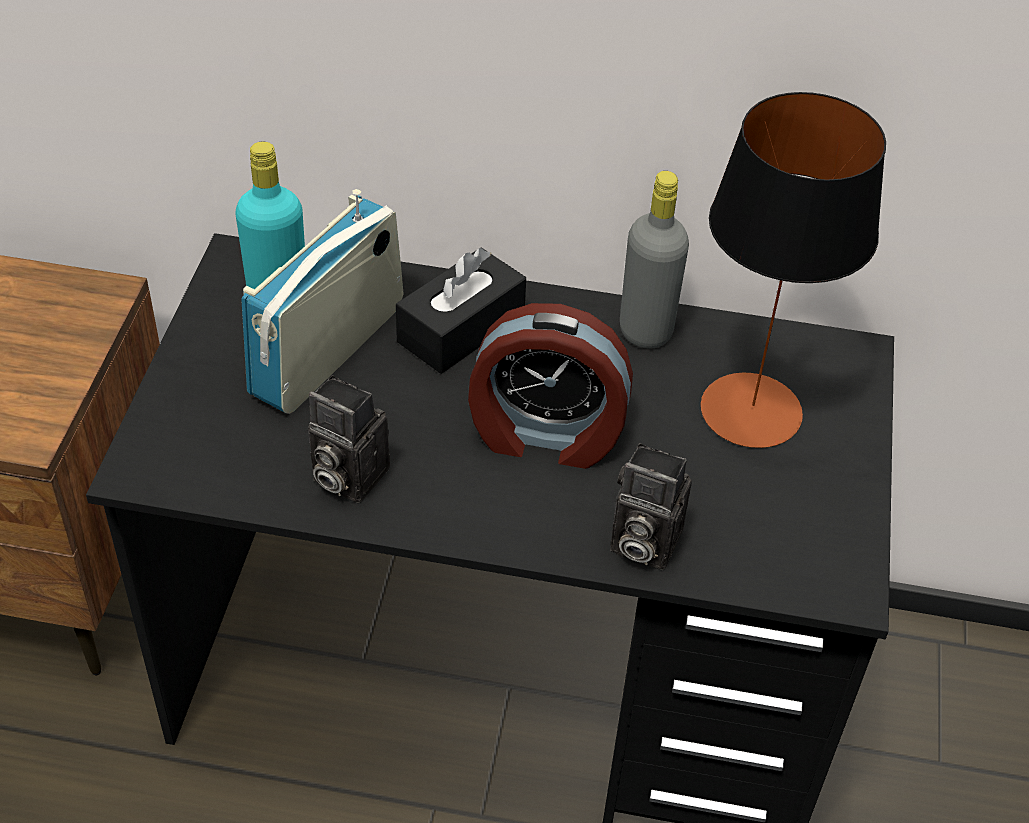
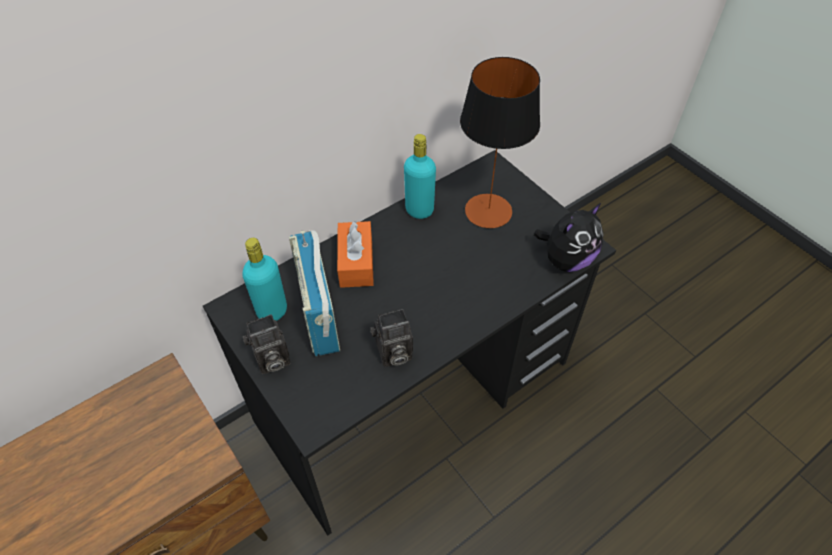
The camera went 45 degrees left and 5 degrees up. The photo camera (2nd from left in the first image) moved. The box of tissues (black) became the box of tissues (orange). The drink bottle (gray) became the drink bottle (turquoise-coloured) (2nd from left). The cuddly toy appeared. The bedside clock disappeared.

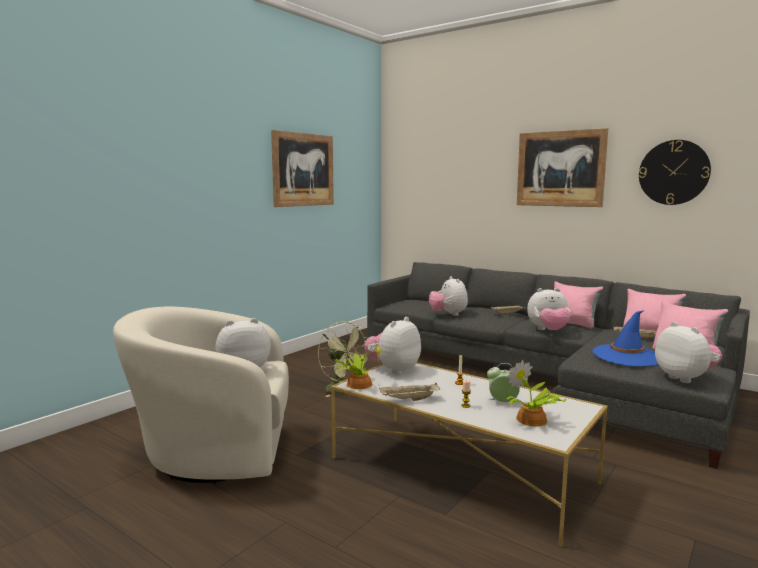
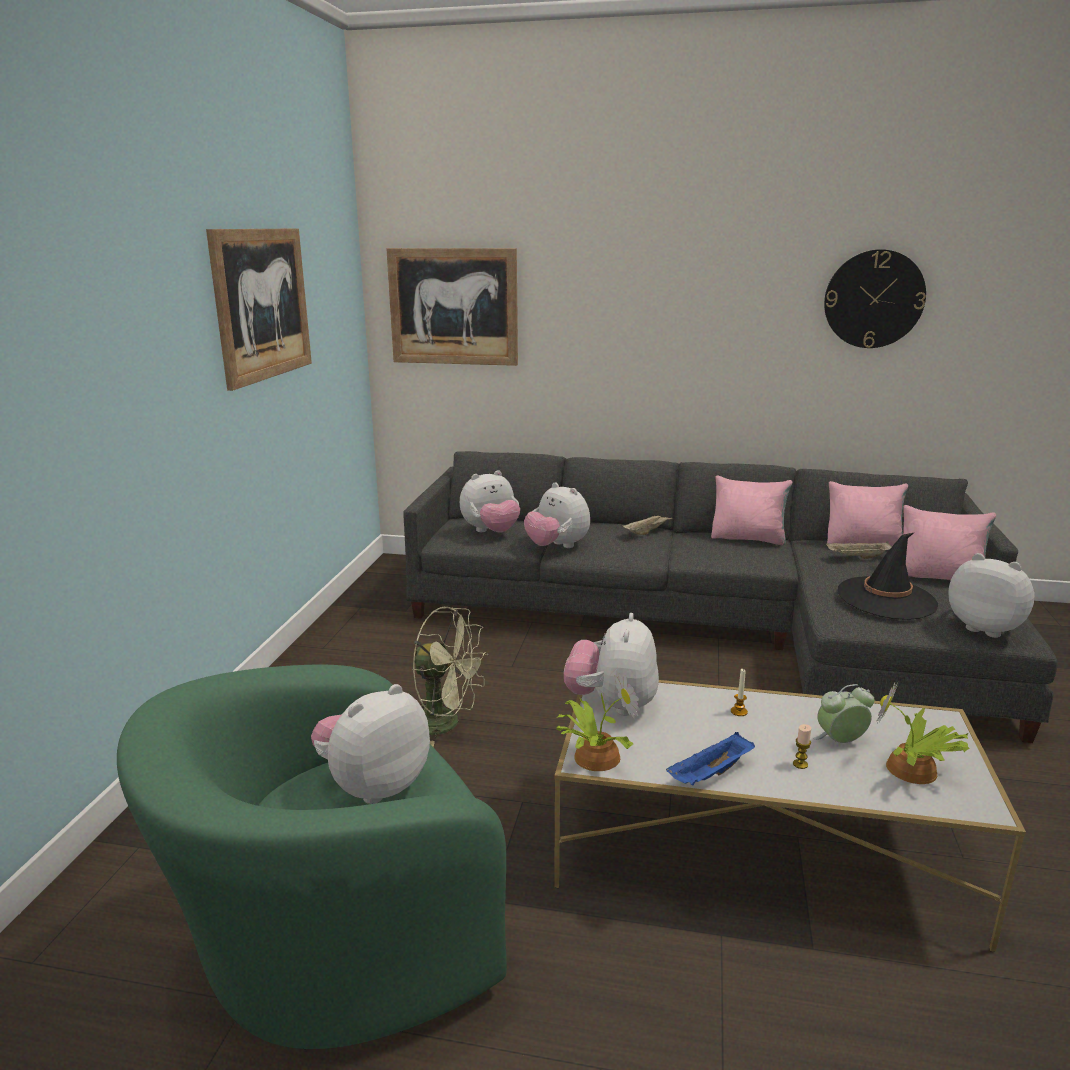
The camera went 25 degrees left and 10 degrees up. The armchair (beige-coloured) became the armchair (green). The wall picture (2nd from left) moved. The cuddly toy (4th from left in the first image) moved. The carrying tray (beige-coloured) (1st from left) became the carrying tray (bluish). The clothing hat (bluish) became the clothing hat (black).

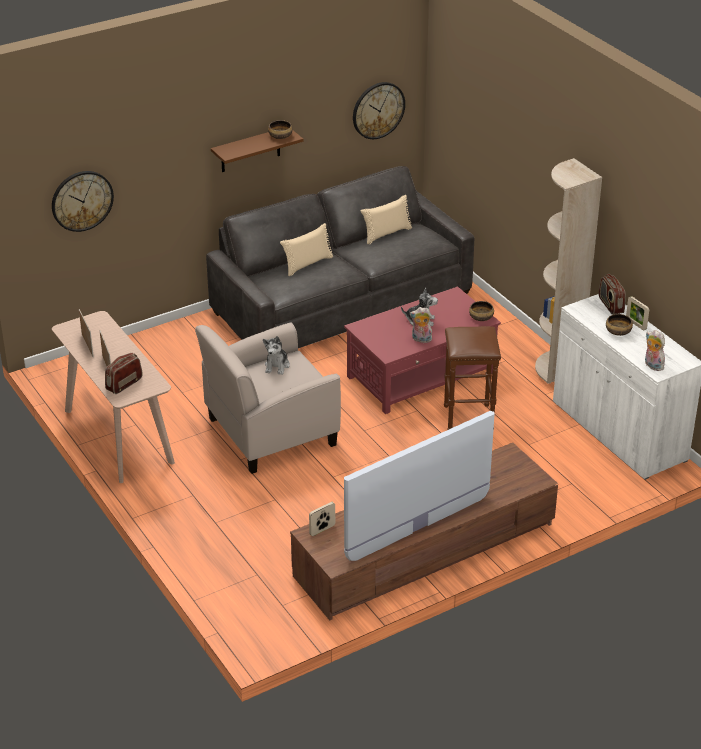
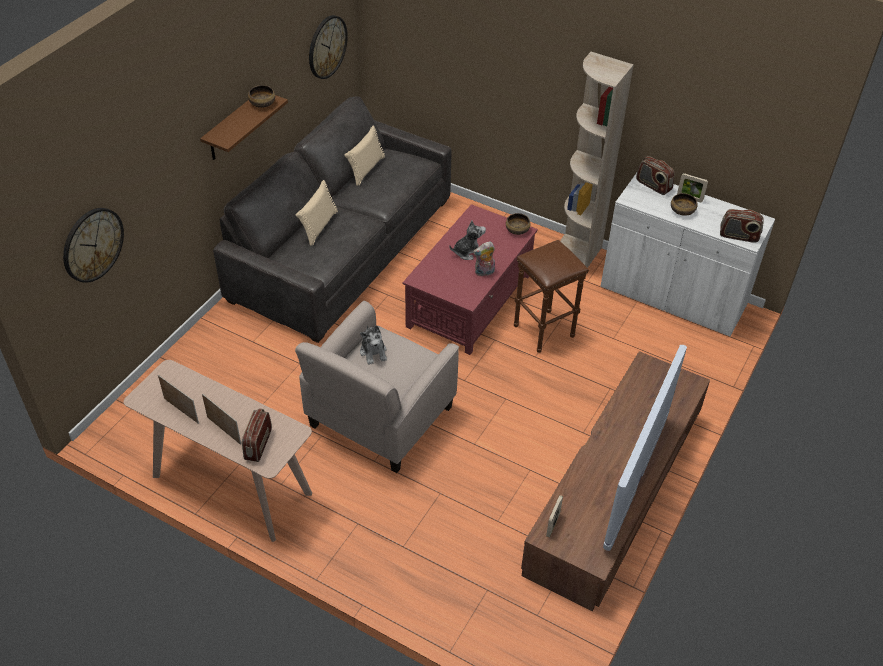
The camera went 30 degrees left and 10 degrees up. The cuddly toy (4th from left) was replaced by the radio set (3rd from left).

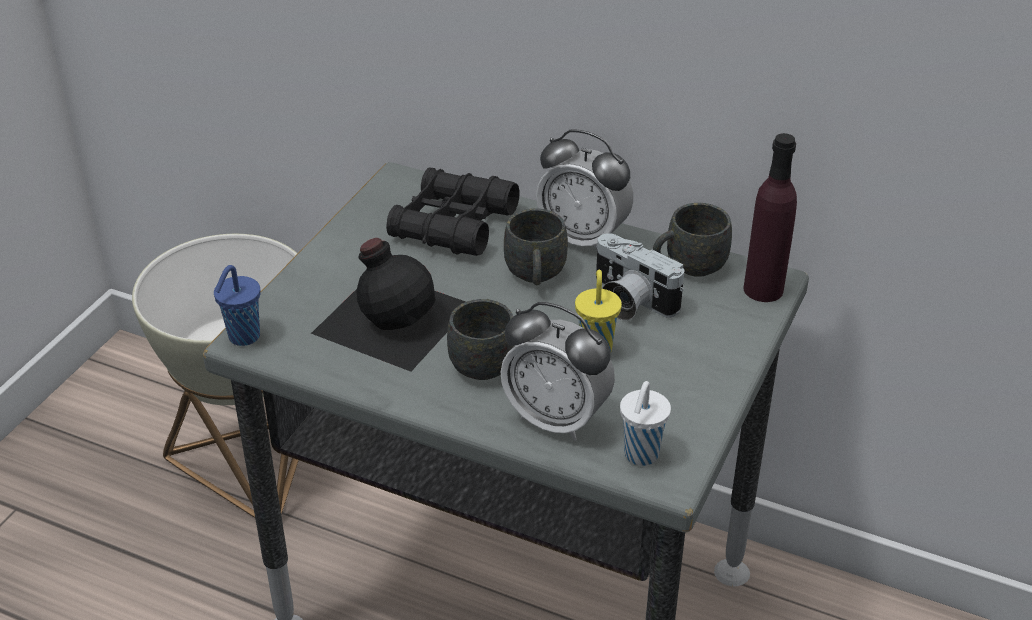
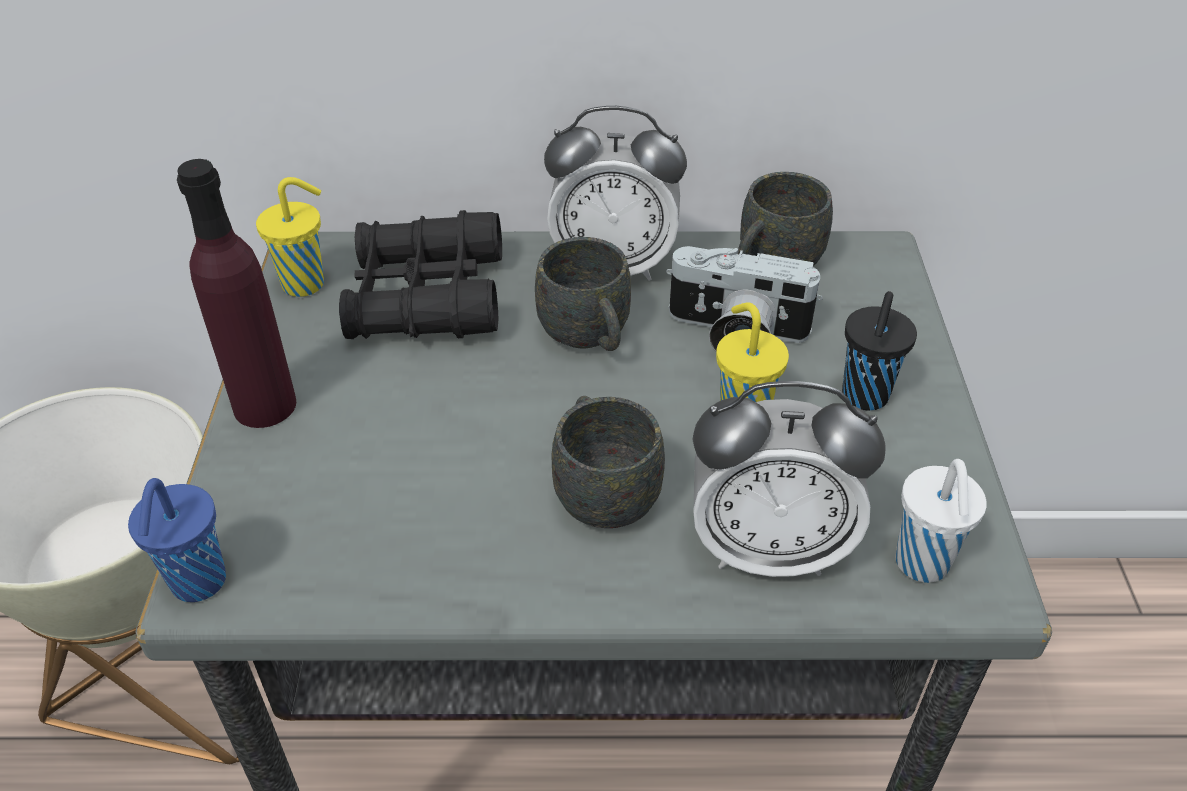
The camera went 25 degrees left and 5 degrees up. The drink bottle (purple) moved. The drinking cup (yellowish) (1st from left) appeared. The drinking cup (black) appeared. The drink bottle (black) disappeared.

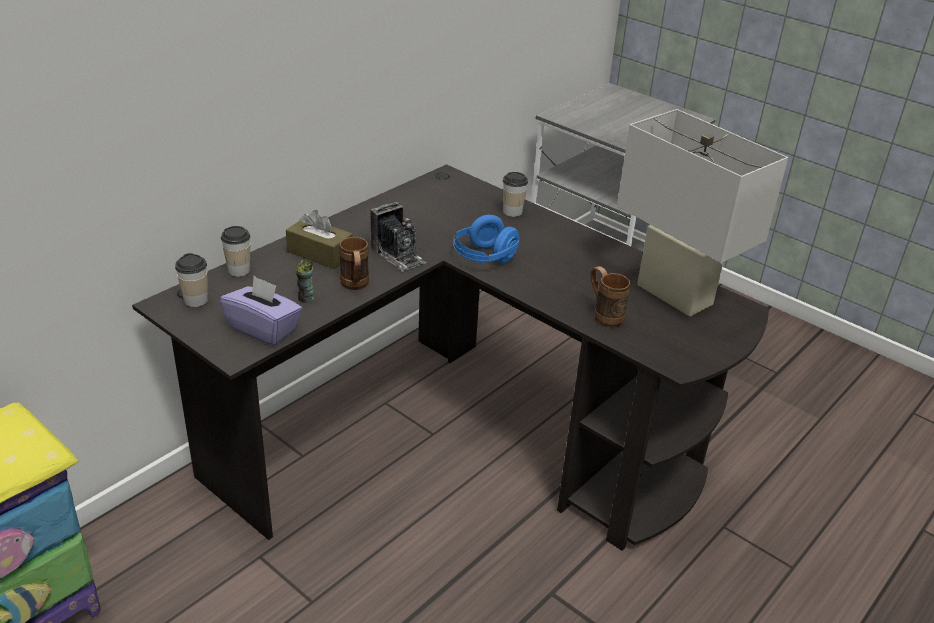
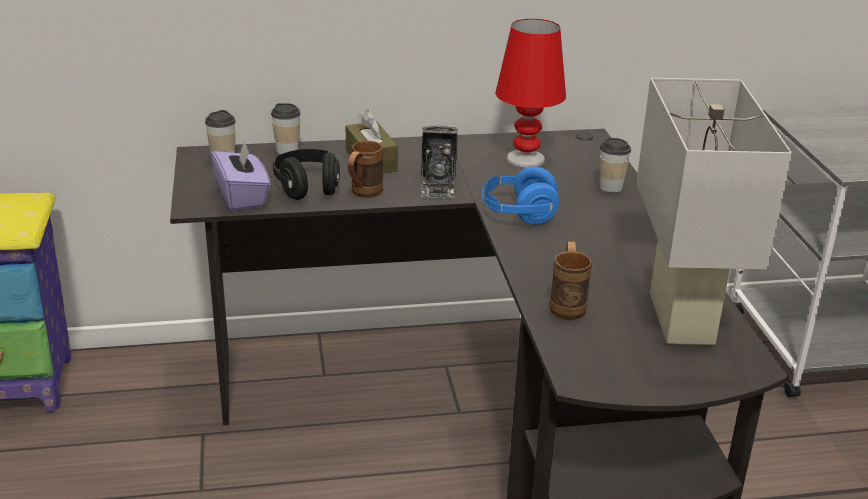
The camera went 40 degrees right and 5 degrees down. The drinking cup (3rd from left) was replaced by the pair of headphones (black). The table lamp (red) appeared.

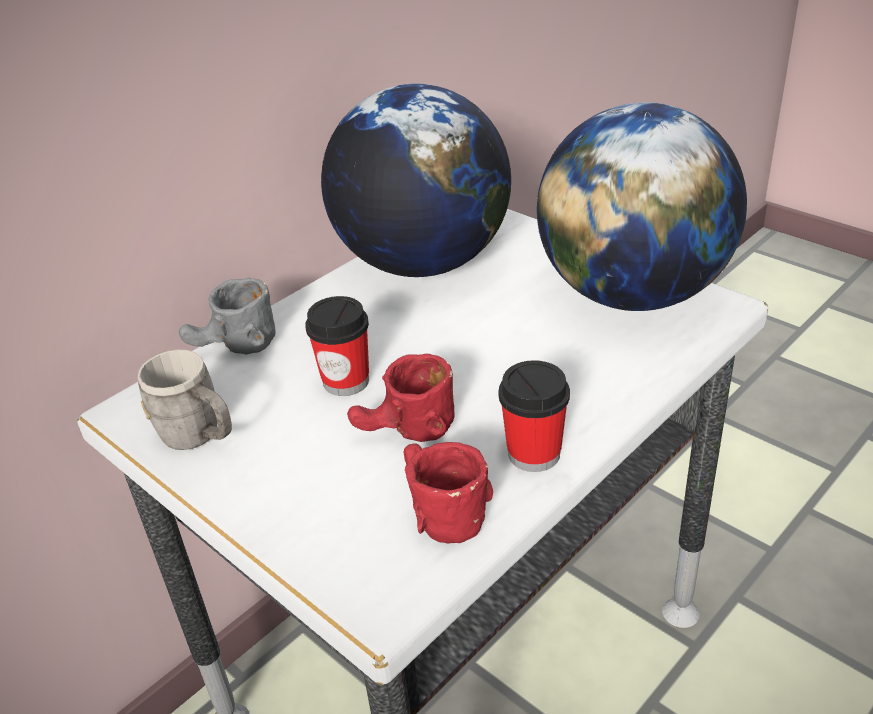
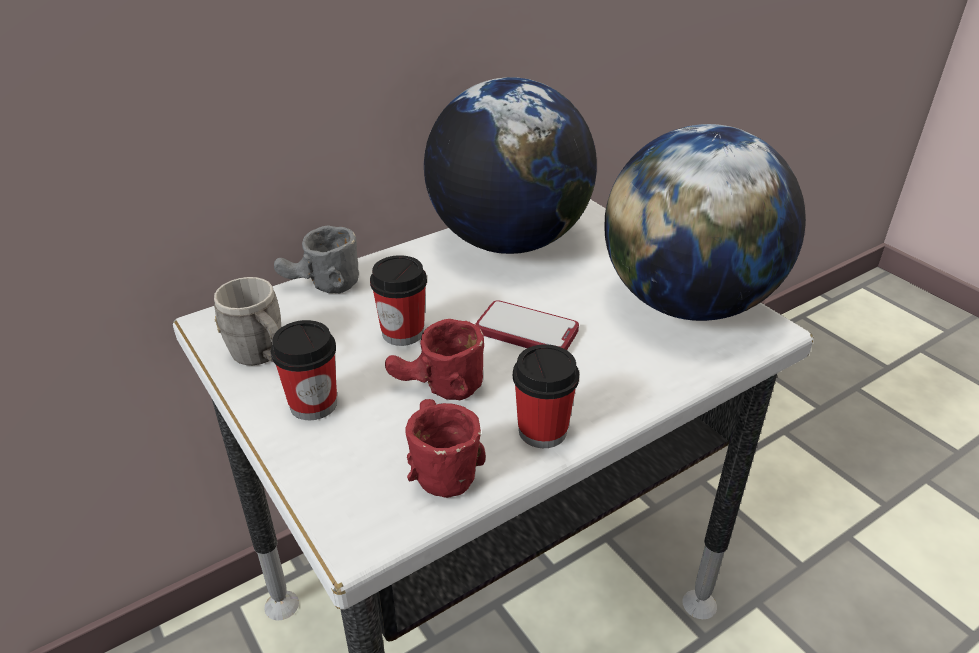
The camera went 10 degrees right and 0 degrees up. The drinking cup (1st from left) appeared. The handset appeared.

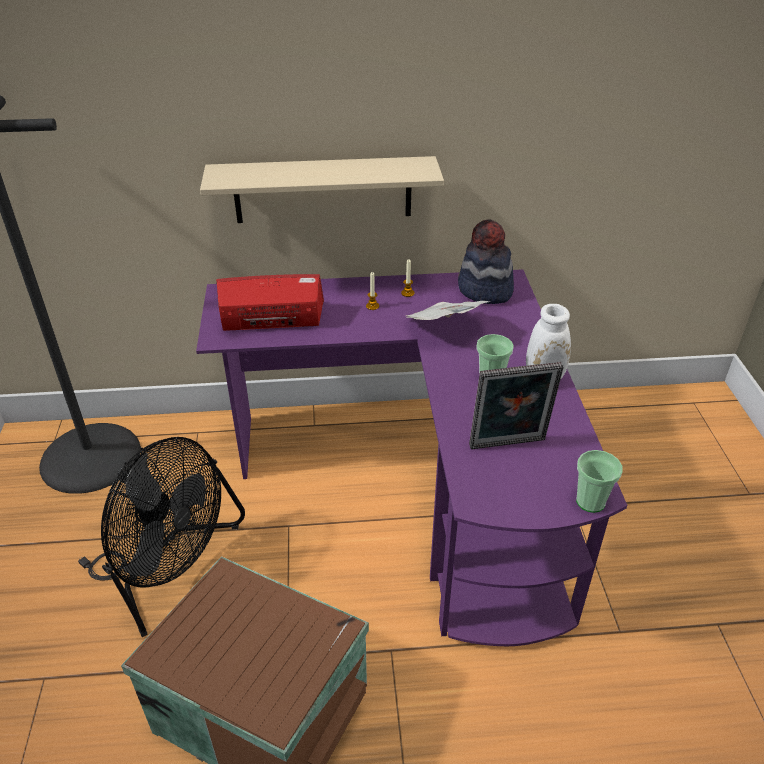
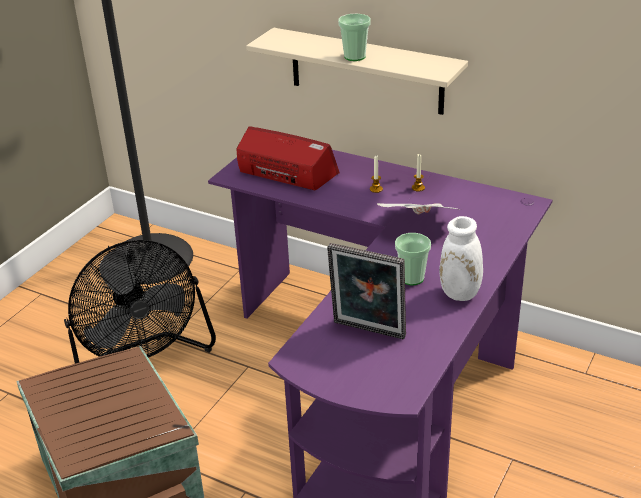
The camera went 35 degrees right and 5 degrees down. The drinking cup (2nd from left in the first image) moved. The clothing hat disappeared.

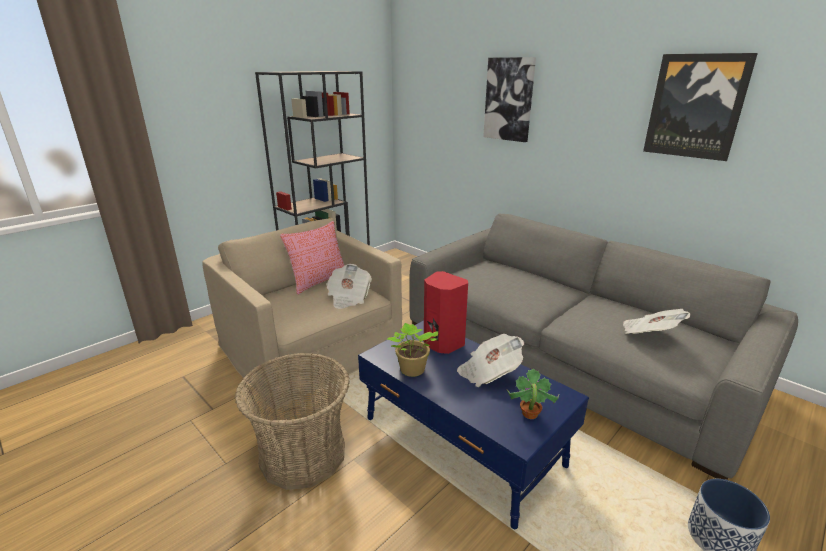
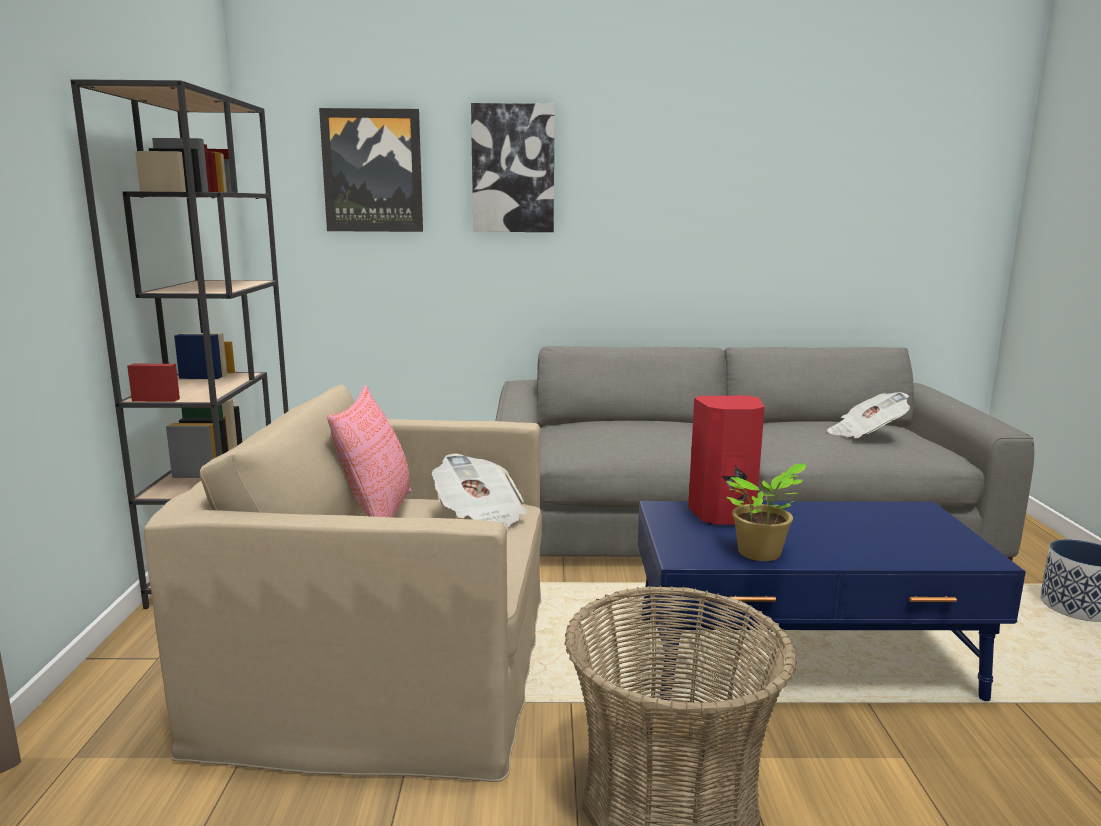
The camera went 45 degrees left and 10 degrees down. The wall picture (2nd from left in the first image) moved. The newspaper (2nd from left) disappeared. The plant in a pot (2nd from left) disappeared.

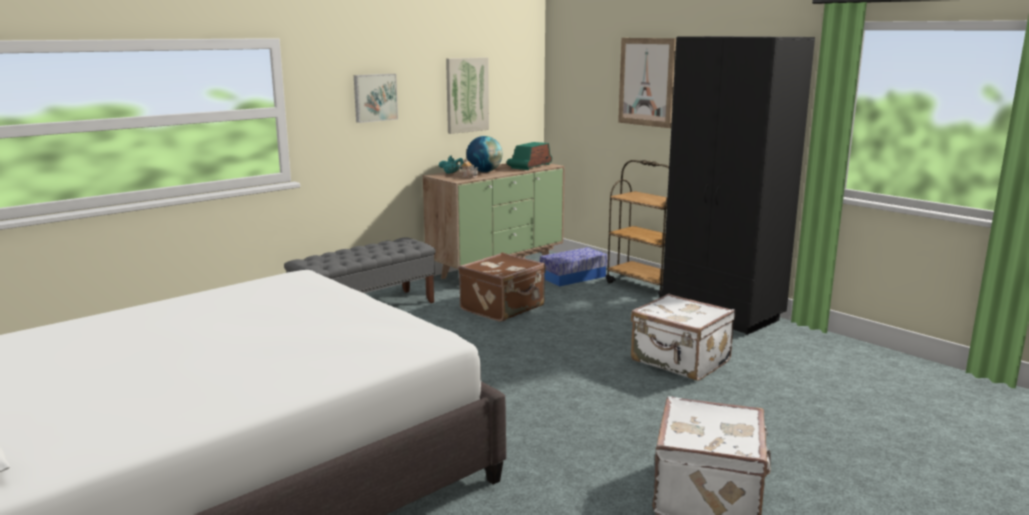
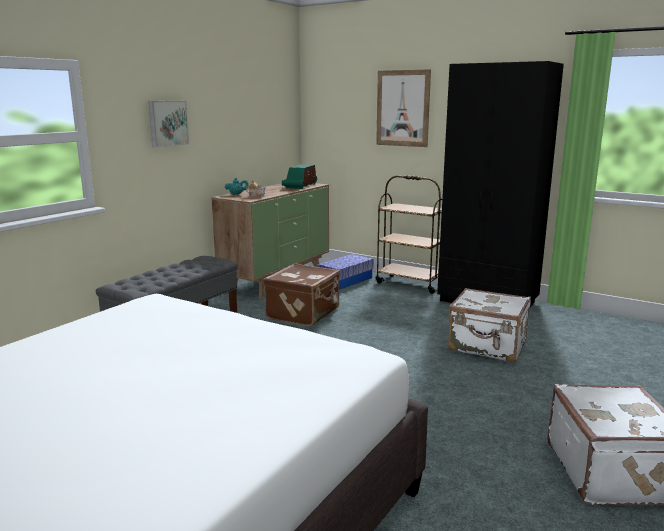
The camera went 15 degrees left and 0 degrees up. The wall picture (2nd from left) disappeared. The world globe disappeared.

